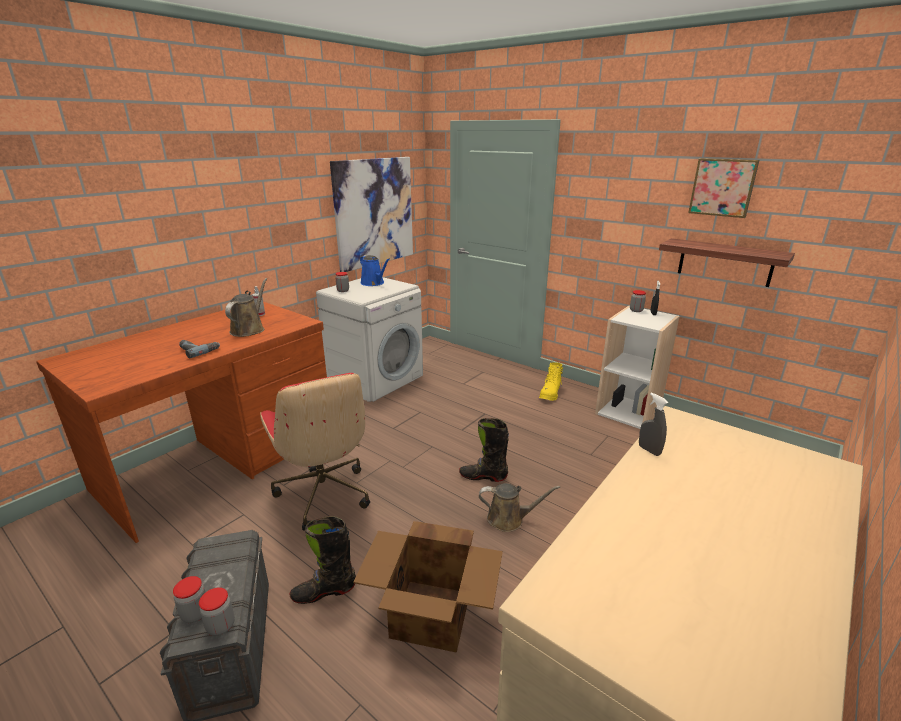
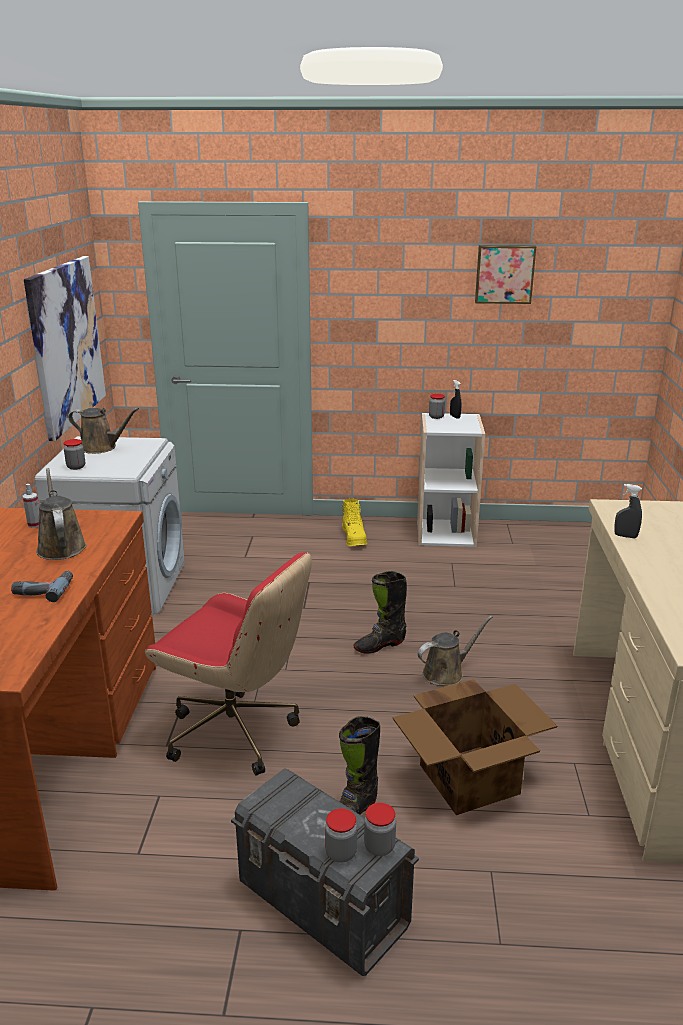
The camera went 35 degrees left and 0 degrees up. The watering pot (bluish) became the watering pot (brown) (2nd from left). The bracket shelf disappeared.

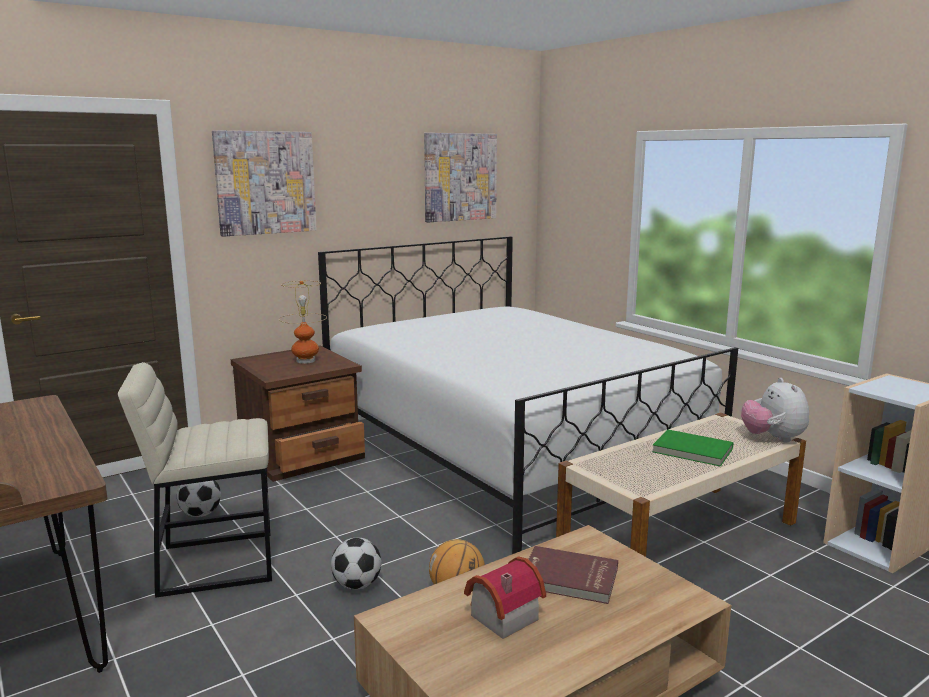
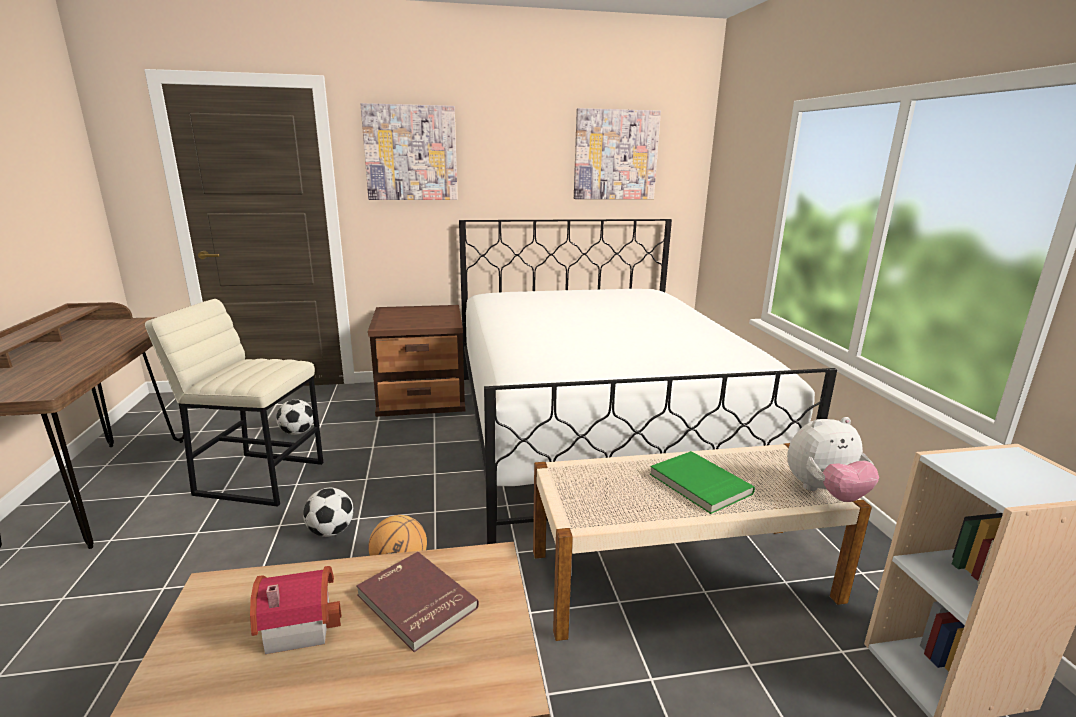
The camera went 25 degrees right and 5 degrees up. The cuddly toy turned 120 degrees counterclockwise. The table lamp disappeared.

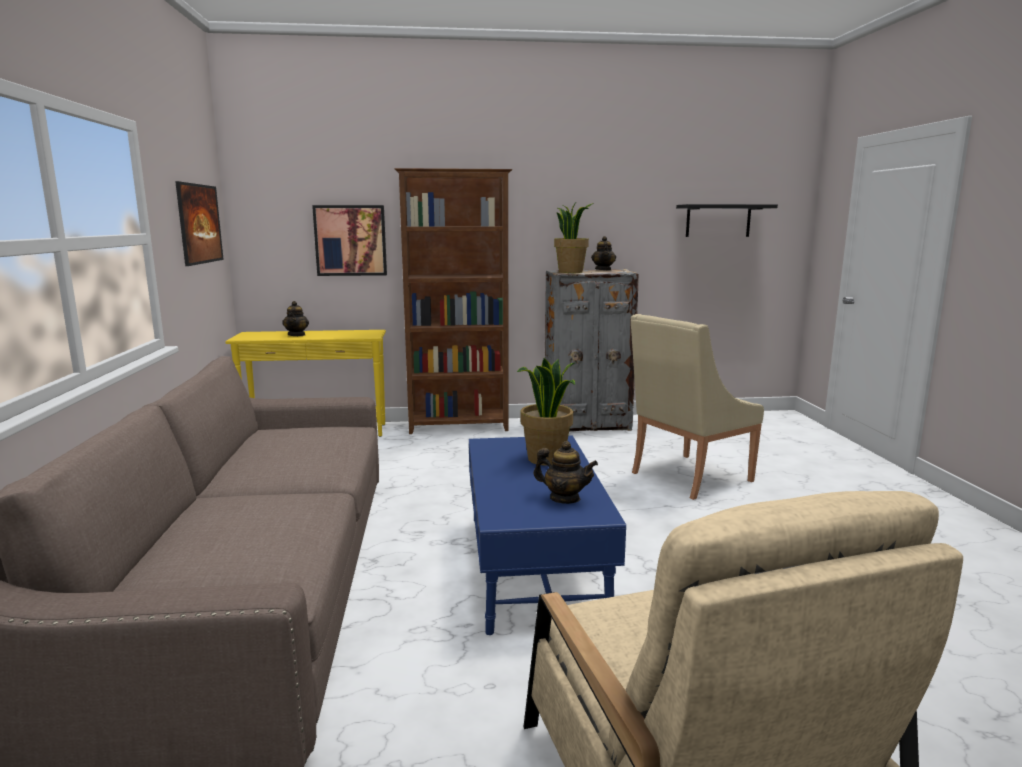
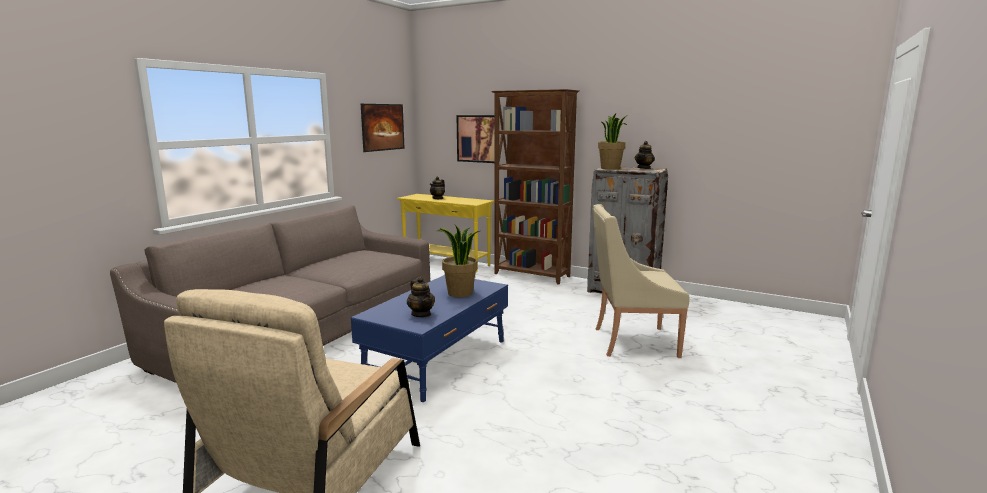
The camera went 35 degrees right and 0 degrees up. The bracket shelf (black) disappeared.

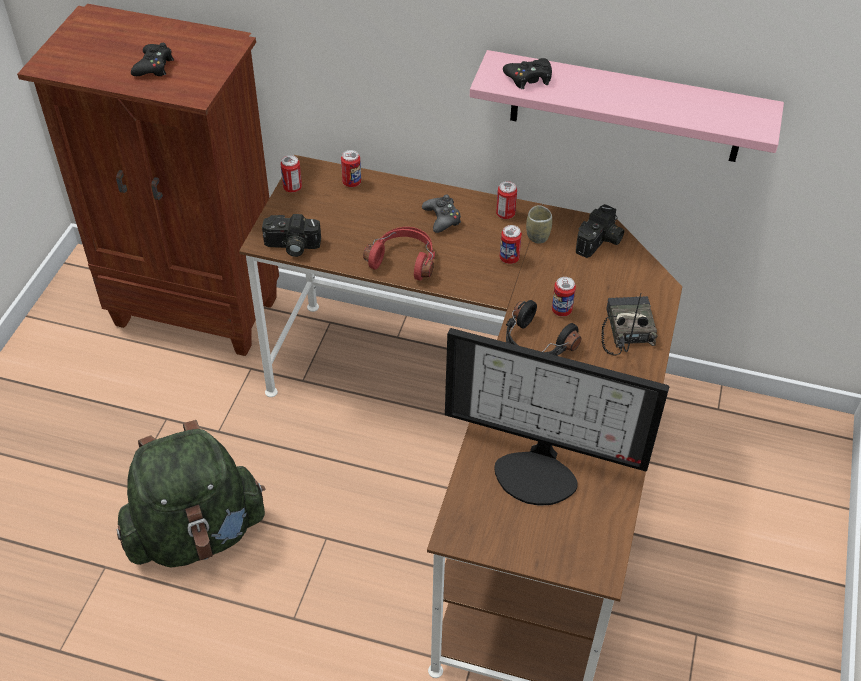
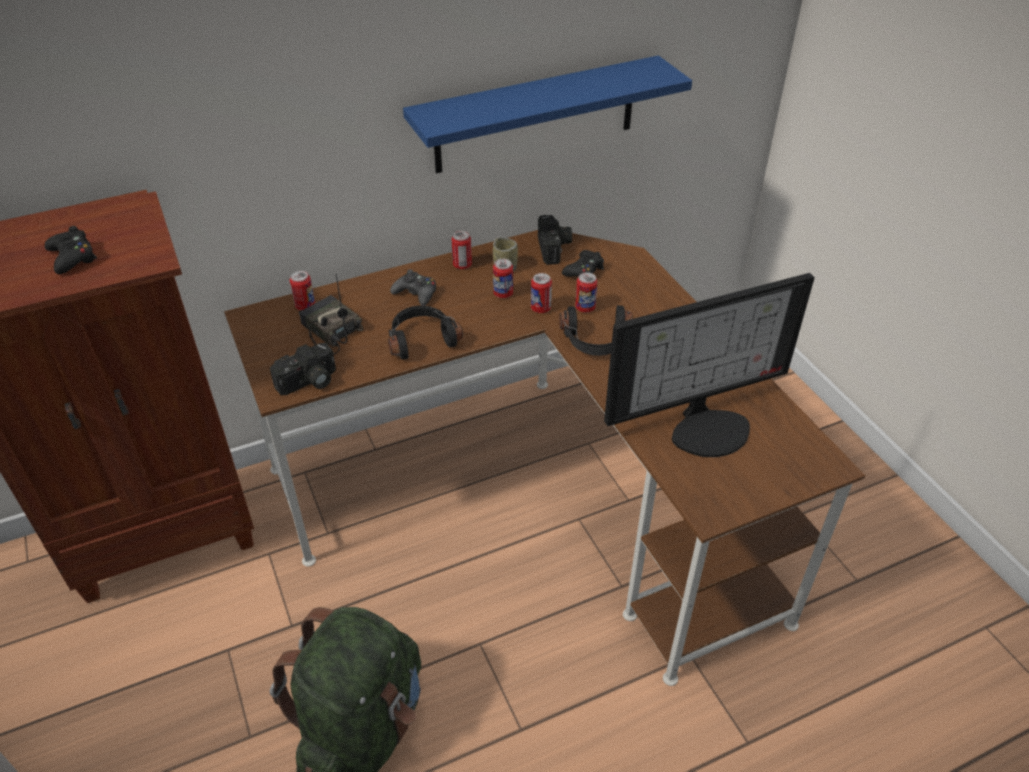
The camera went 40 degrees left and 5 degrees down. The radio set moved. The pair of headphones (red) became the pair of headphones (black) (1st from left). The bracket shelf (pink-coloured) became the bracket shelf (bluish). The can (1st from left in the first image) moved. The joypad (black) (3rd from left) moved.

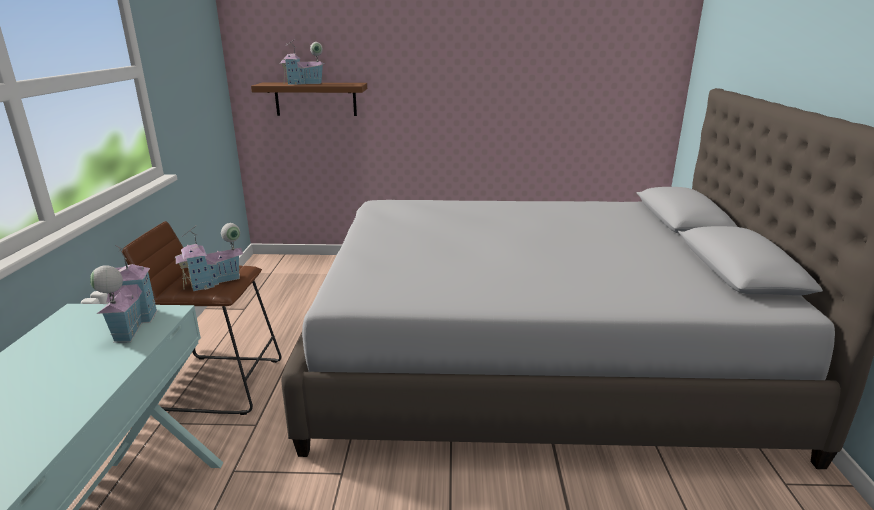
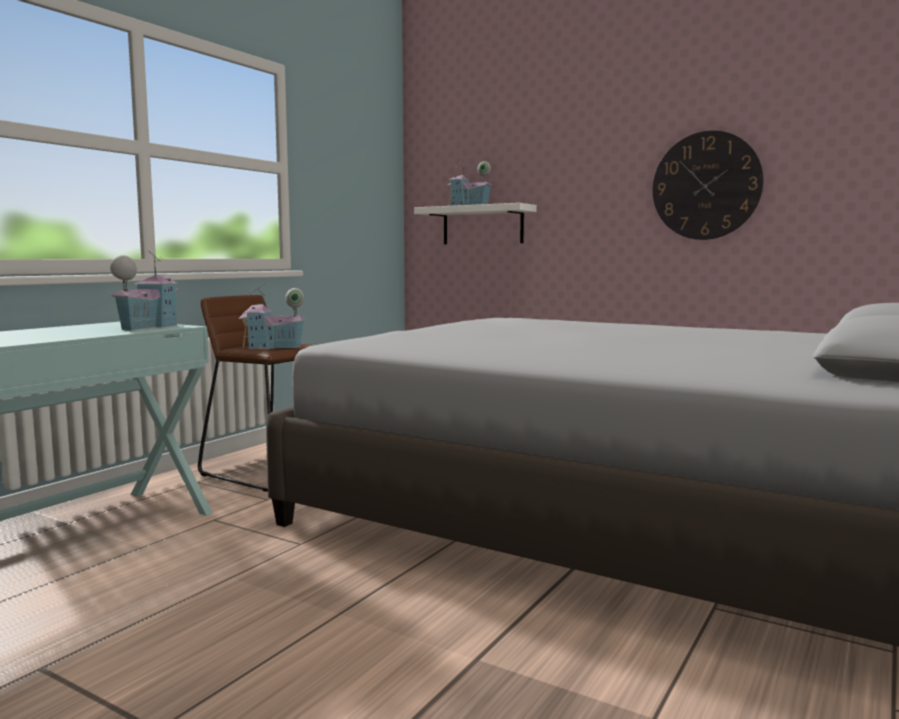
The camera went 30 degrees right and 15 degrees down. The bracket shelf (brown) became the bracket shelf (white). The clock on the wall appeared.

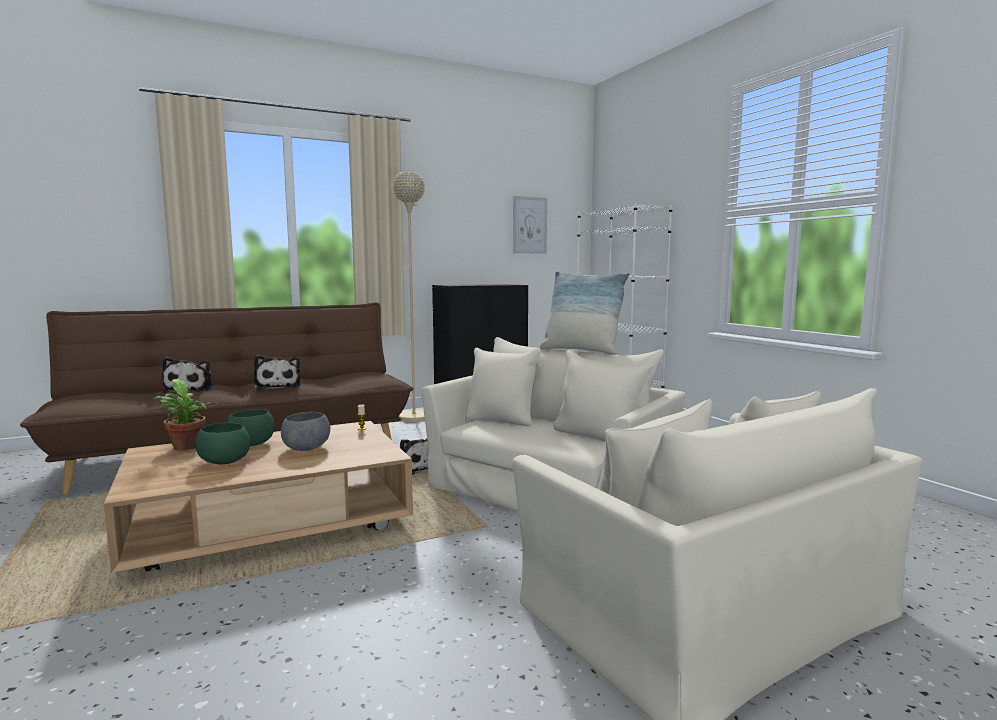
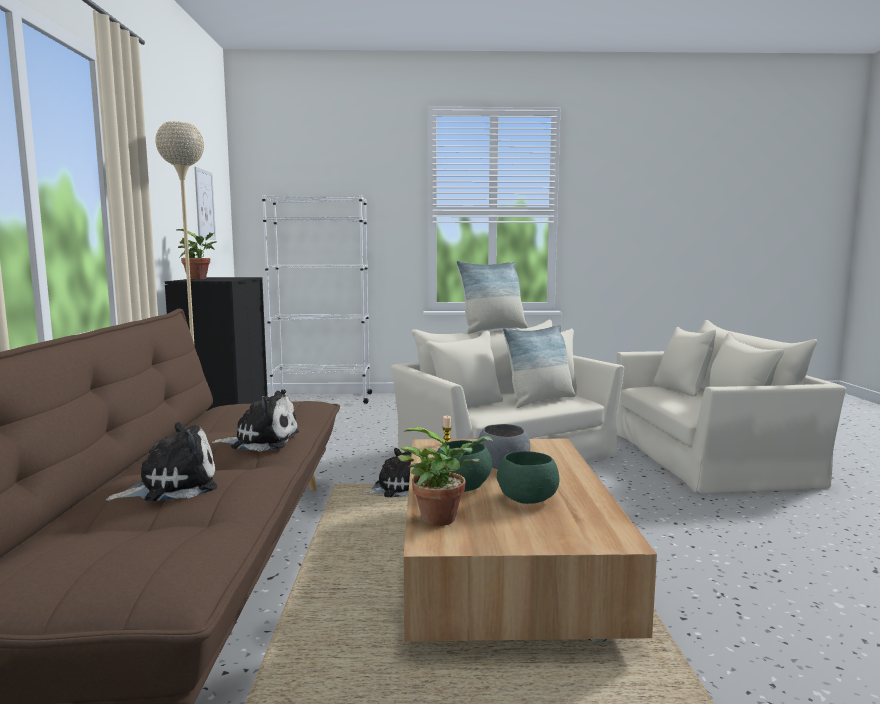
The camera went 65 degrees left and 0 degrees up. The cuddly toy (1st from left) turned 45 degrees counterclockwise. The plant in a pot (1st from left) appeared. The cushion (2nd from left) appeared.

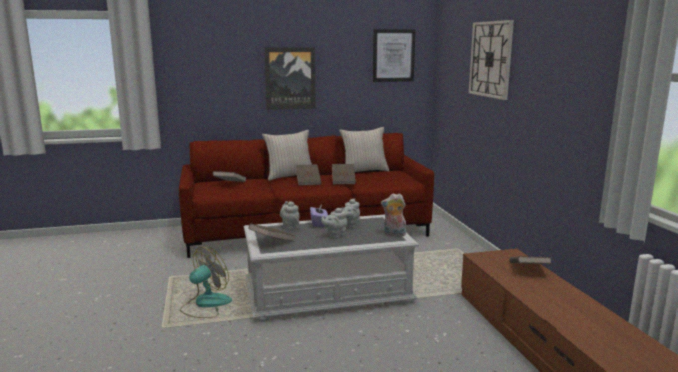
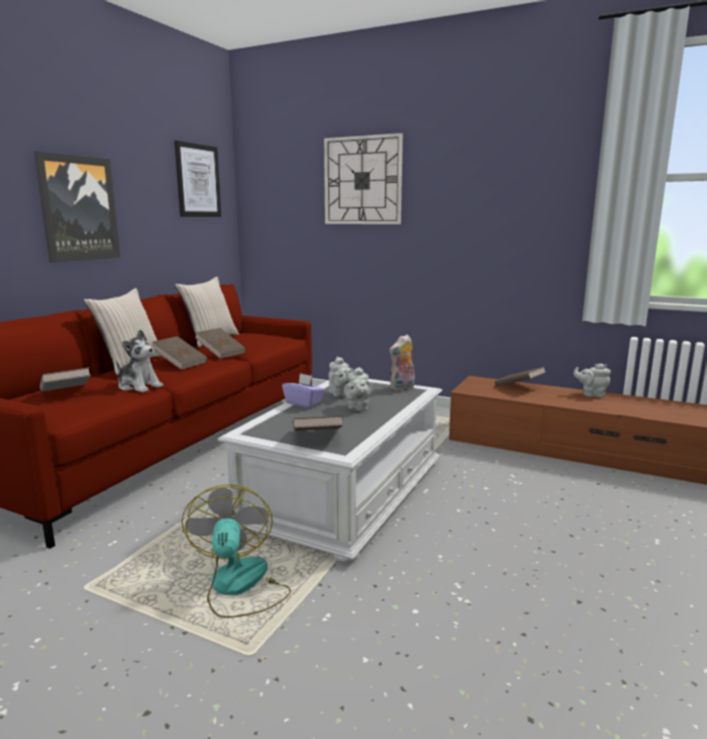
The camera went 50 degrees left and 0 degrees up. The cuddly toy (1st from left) appeared. The teapot (gray) (1st from left in the first image) moved.

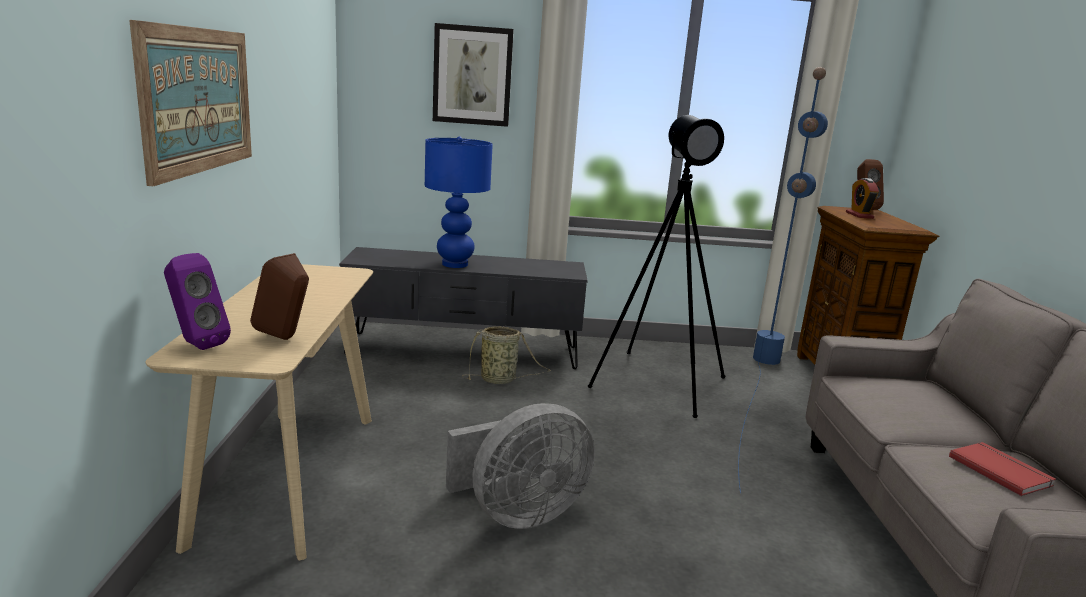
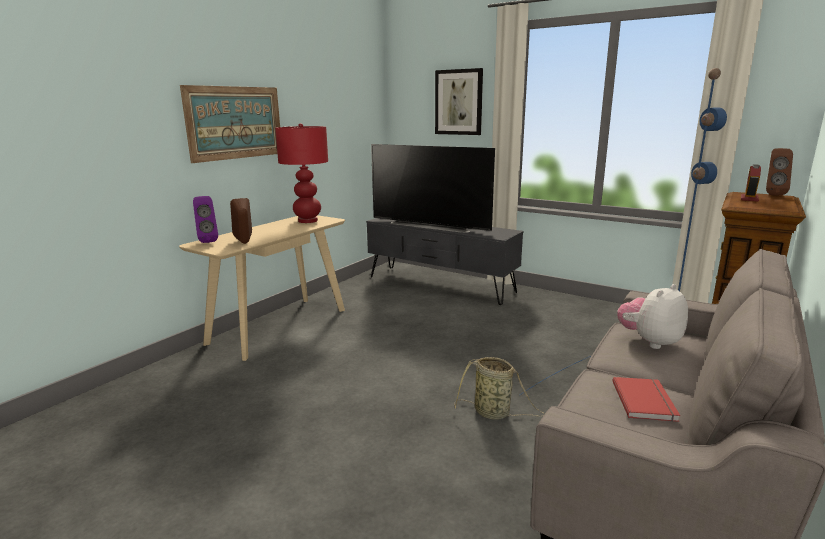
The camera went 35 degrees right and 0 degrees up. The table lamp (red) appeared. The table lamp (bluish) was replaced by the TV. The household basket moved. The cuddly toy appeared. The fan (gray) disappeared. The standing lamp (black) disappeared.

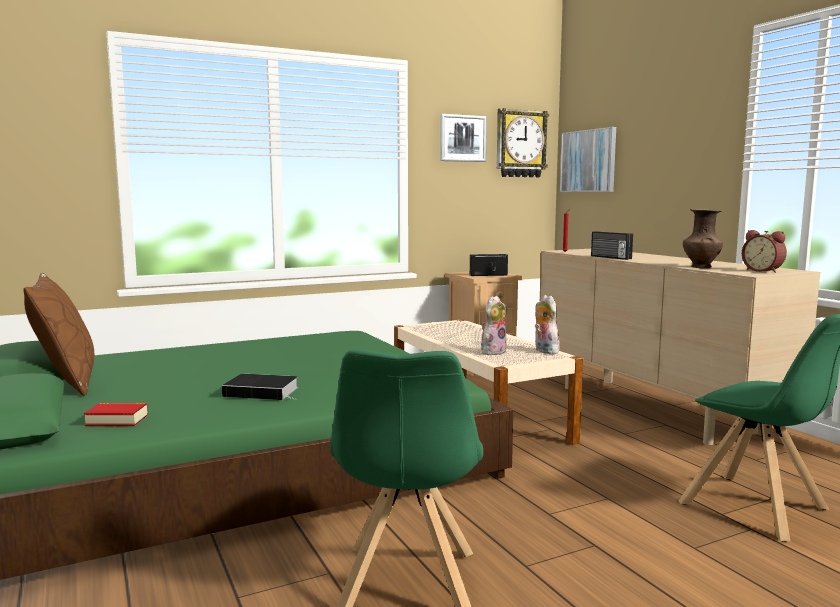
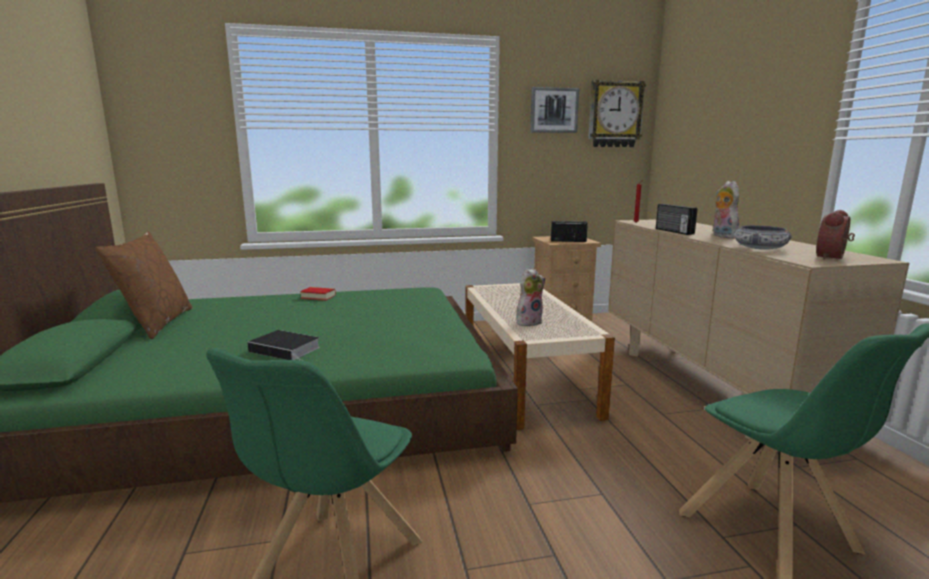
The camera went 15 degrees right and 5 degrees up. The book (1st from left in the first image) moved. The cuddly toy (2nd from left) moved. The flower vase (brown) was replaced by the deep dish. The bedside clock turned 60 degrees clockwise. The wall picture (2nd from left) disappeared.

